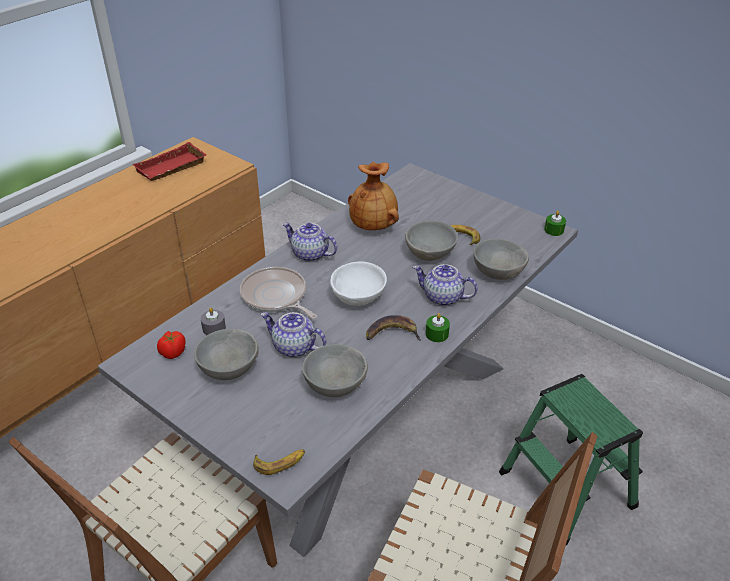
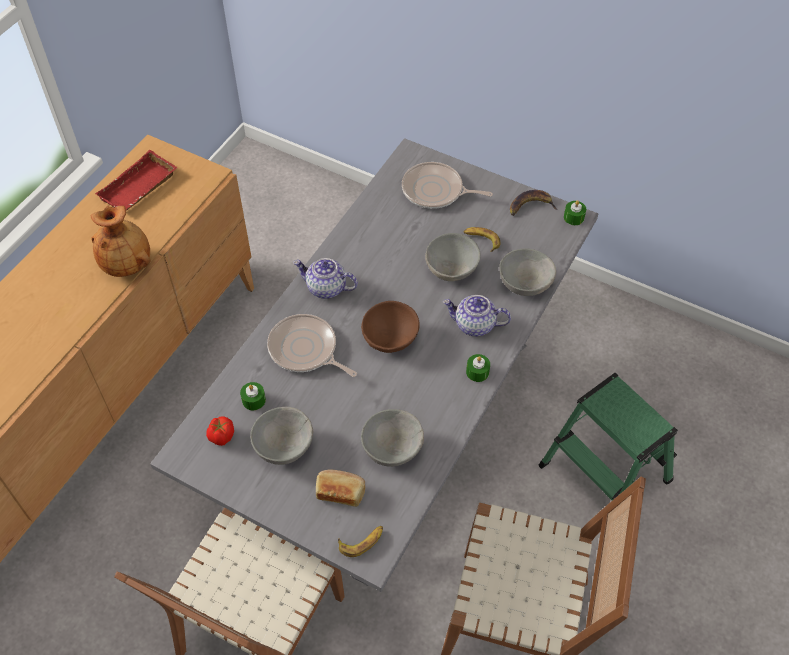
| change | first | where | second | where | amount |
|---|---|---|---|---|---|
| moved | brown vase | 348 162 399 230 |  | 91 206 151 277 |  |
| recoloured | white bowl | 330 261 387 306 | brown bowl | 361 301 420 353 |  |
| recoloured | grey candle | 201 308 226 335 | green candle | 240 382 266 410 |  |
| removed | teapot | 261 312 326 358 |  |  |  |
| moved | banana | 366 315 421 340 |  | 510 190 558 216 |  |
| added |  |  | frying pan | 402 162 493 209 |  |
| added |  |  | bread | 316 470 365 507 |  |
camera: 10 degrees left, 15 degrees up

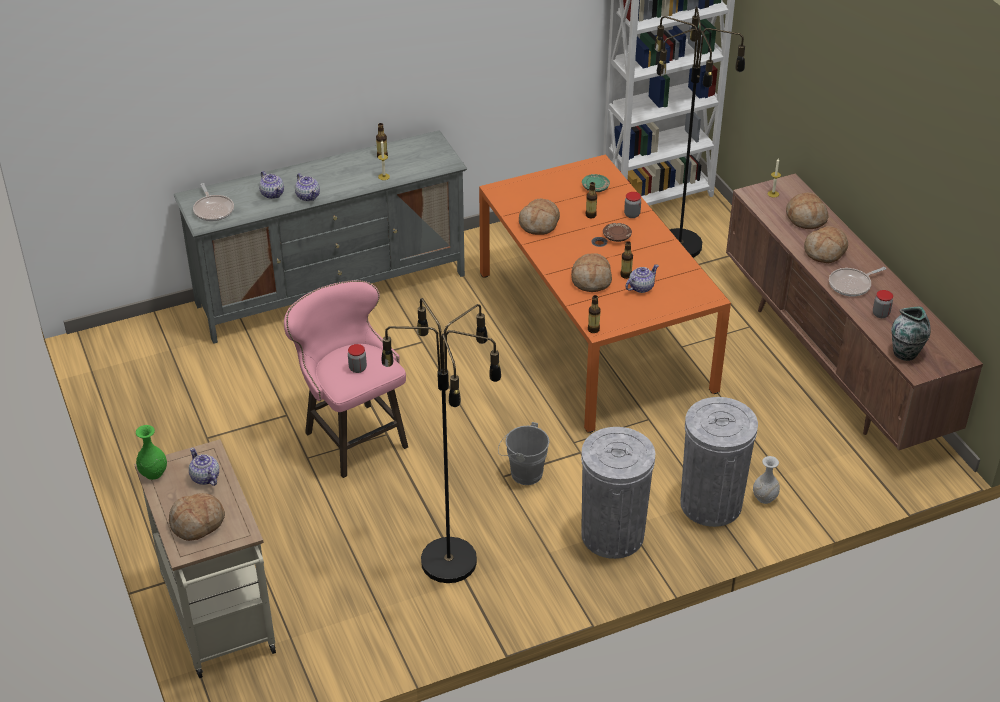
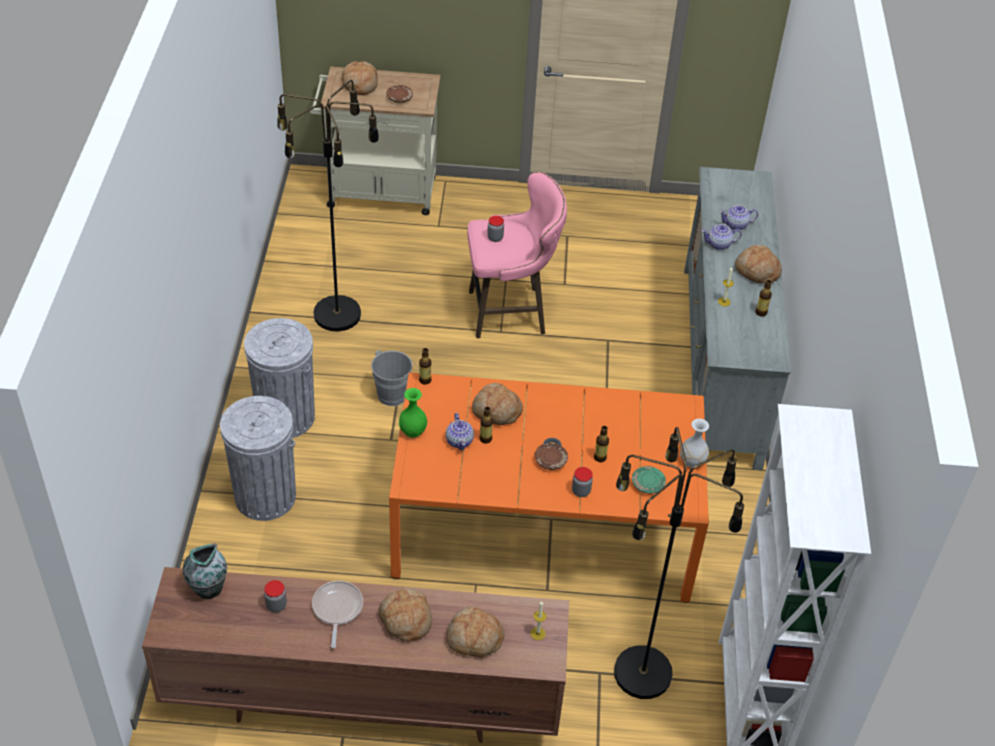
| change | first | where | second | where | amount |
|---|---|---|---|---|---|
| removed | frying pan | 193 183 234 222 |  |  |  |
| moved | bread | 519 198 560 235 |  | 735 245 782 284 |  |
| moved | green vase | 136 425 167 480 |  | 399 388 427 438 |  |
| replaced | teapot | 189 448 219 486 | brown plate | 386 85 413 103 |  |
| moved | white vase | 753 456 780 504 |  | 680 419 709 468 |  |
camera: 115 degrees right, 5 degrees up

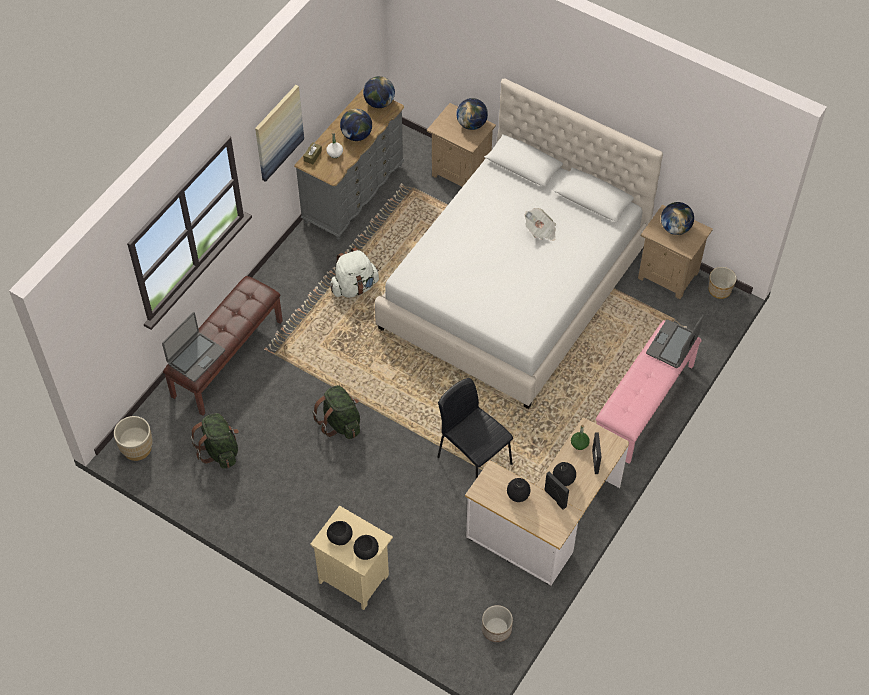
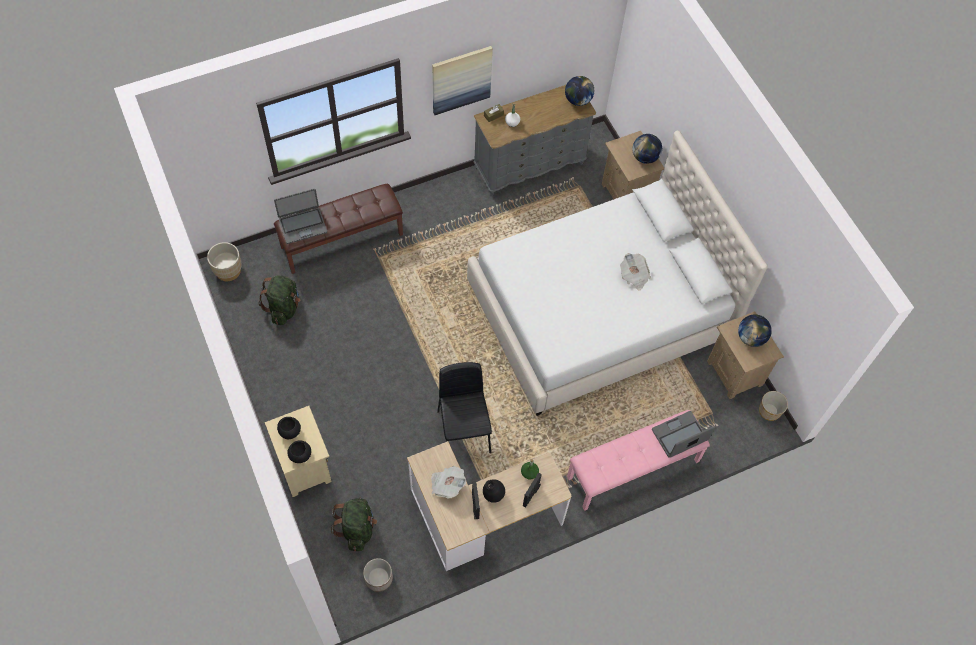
| change | first | where | second | where | amount |
|---|---|---|---|---|---|
| removed | globe | 340 109 372 141 |  |  |  |
| removed | white backpack | 330 247 379 298 |  |  |  |
| moved | green backpack | 312 385 360 439 |  | 331 498 377 552 |  |
| replaced | black vase | 507 478 531 502 | newspaper | 431 466 466 499 |  |
camera: 30 degrees right, 5 degrees up

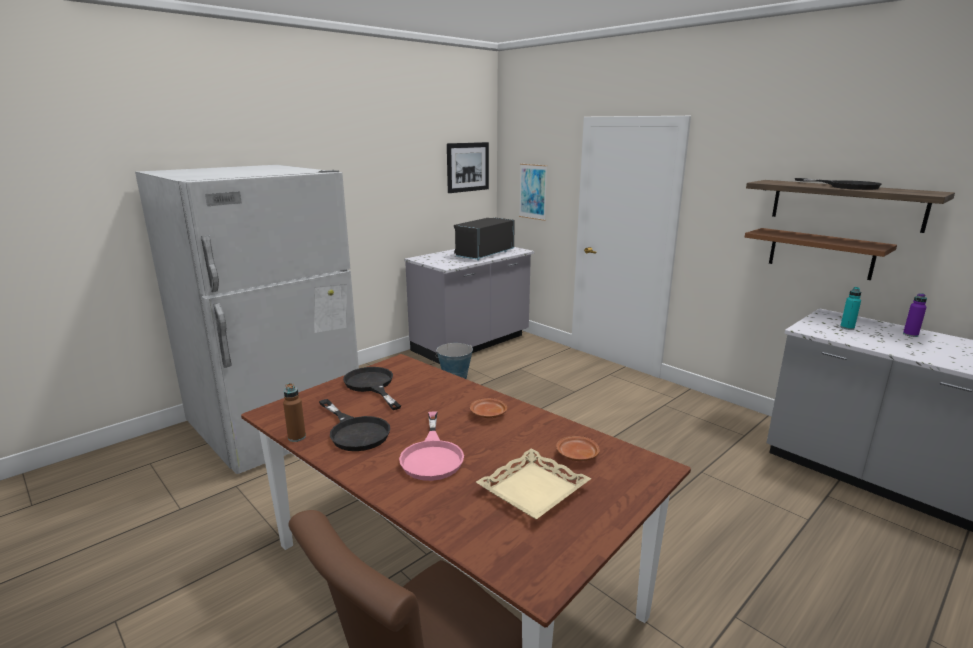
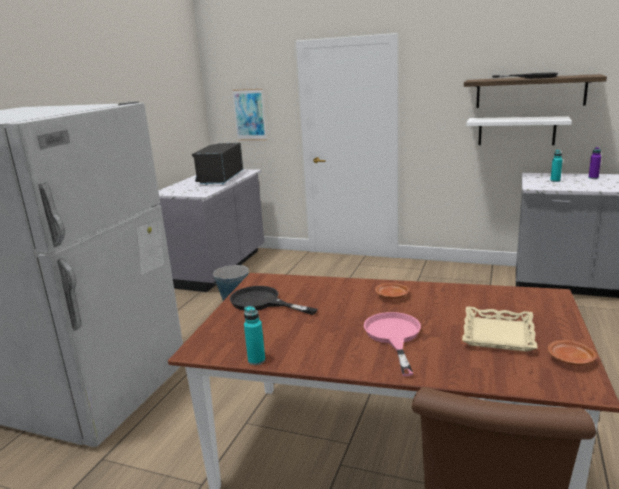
| change | first | where | second | where | amount |
|---|---|---|---|---|---|
| removed | picture | 447 142 489 193 |  |  |  |
| recoloured | brown shelf | 745 228 897 280 | white shelf | 466 116 572 145 |  |
| recoloured | brown bottle | 283 383 306 442 | turquoise bottle | 244 306 265 365 |  |
| removed | black frying pan | 319 399 390 451 |  |  |  |
| turned | pink frying pan | 399 411 464 481 |  | 364 312 421 376 | 150 degrees counterclockwise |
| moved | brown plate | 556 436 600 461 |  | 548 340 597 366 |  |
camera: 25 degrees left, 0 degrees up

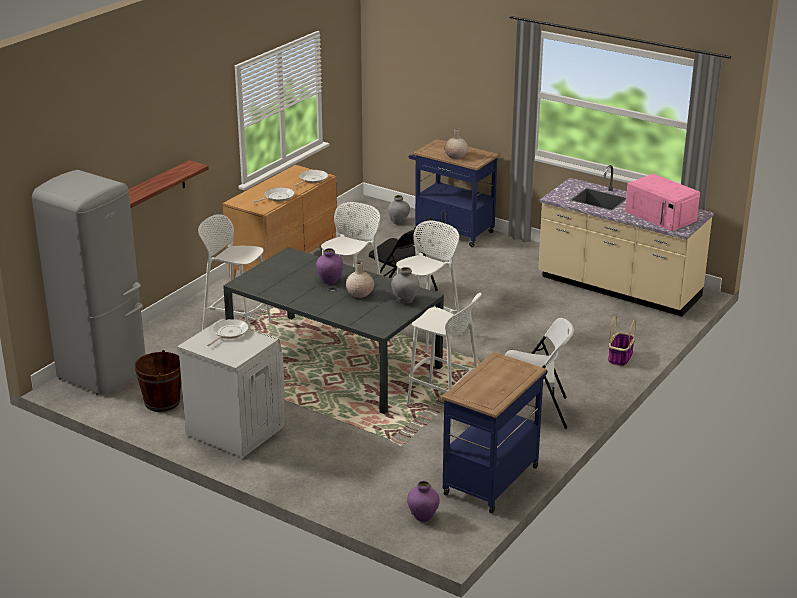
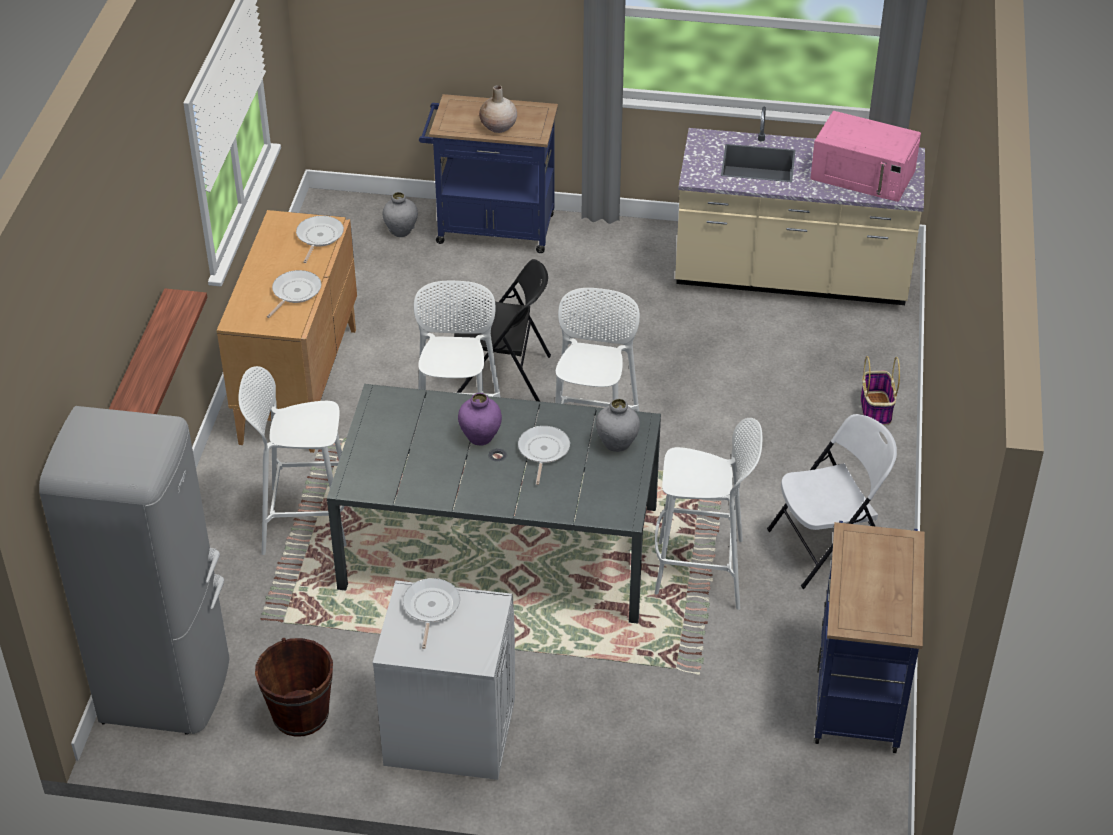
| change | first | where | second | where | amount |
|---|---|---|---|---|---|
| replaced | beige vase | 346 261 374 298 | frying pan | 518 426 570 485 |  |
| removed | purple vase | 407 481 440 522 |  |  |  |
camera: 25 degrees left, 15 degrees up

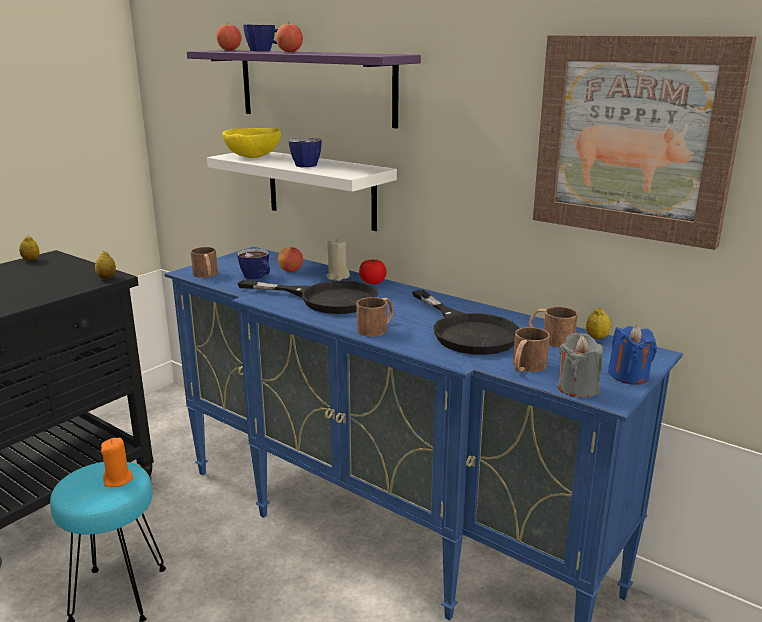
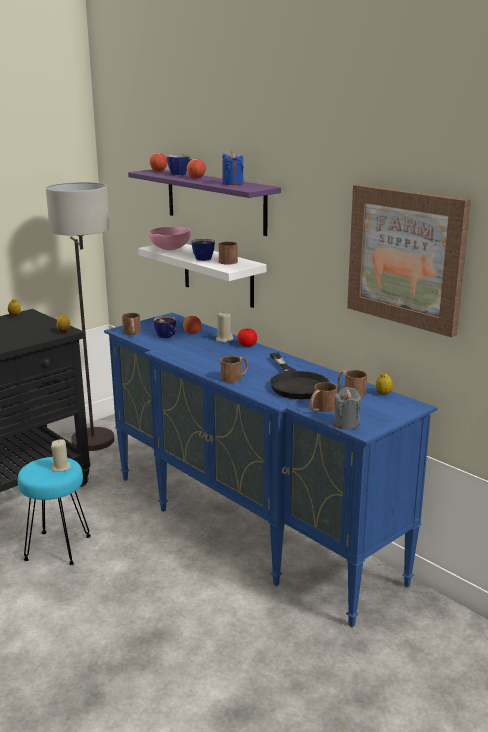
| change | first | where | second | where | amount |
|---|---|---|---|---|---|
| recoloured | yellow bowl | 222 128 281 158 | pink bowl | 149 227 191 250 |  |
| removed | black frying pan | 238 280 378 314 |  |  |  |
| moved | blue candle | 608 325 657 385 |  | 222 151 244 185 |  |
| recoloured | orange candle | 101 438 133 487 | beige candle | 51 439 71 472 |  |
| added |  |  | grey floor lamp | 46 182 114 451 |  |
| added |  |  | brown mug | 219 241 238 265 |  |
camera: 10 degrees right, 0 degrees up

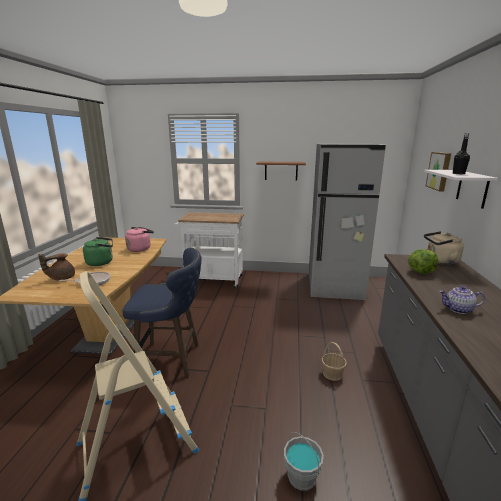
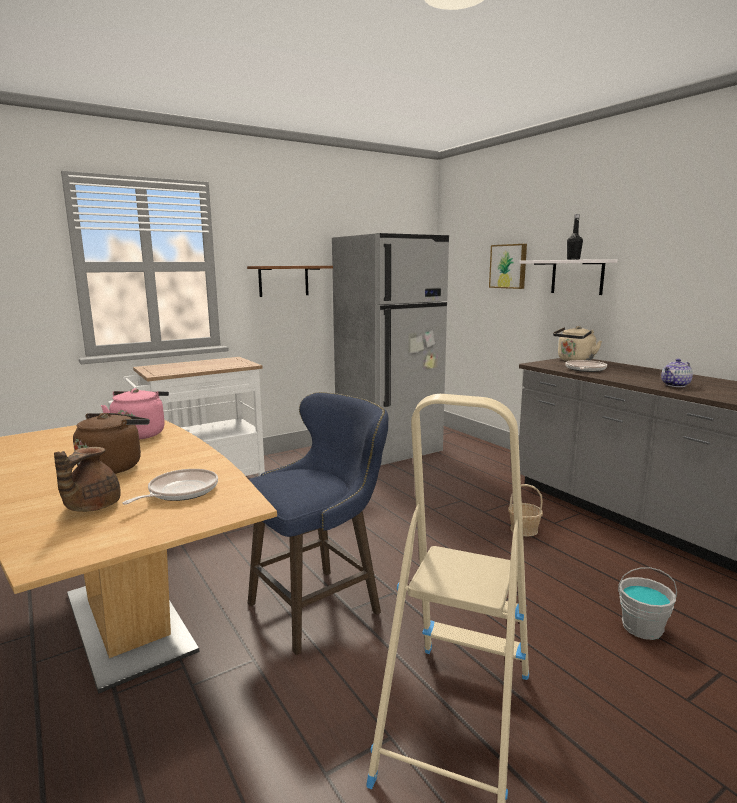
| change | first | where | second | where | amount |
|---|---|---|---|---|---|
| recoloured | green kettle | 83 237 113 266 | brown kettle | 73 413 150 474 |  |
| replaced | lettuce | 408 249 439 274 | frying pan | 565 360 607 372 |  |
camera: 40 degrees left, 5 degrees down

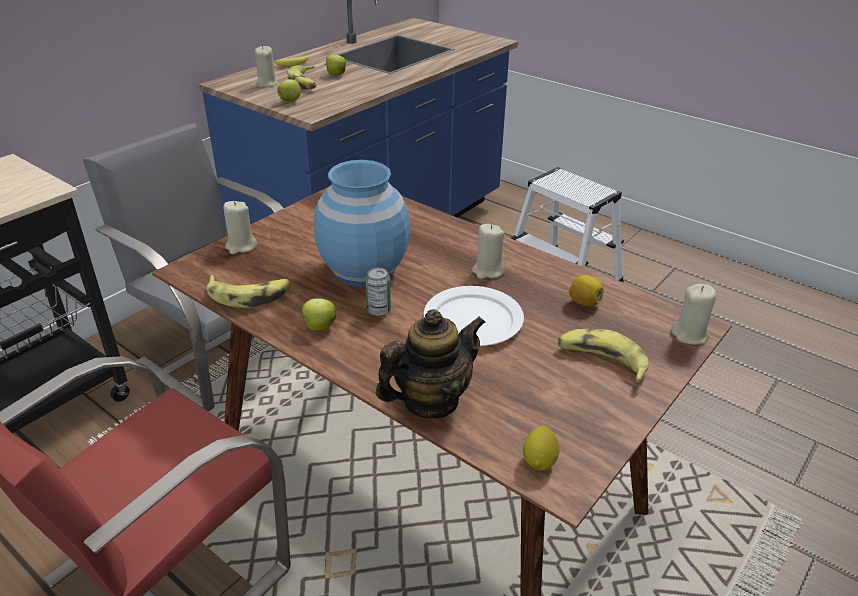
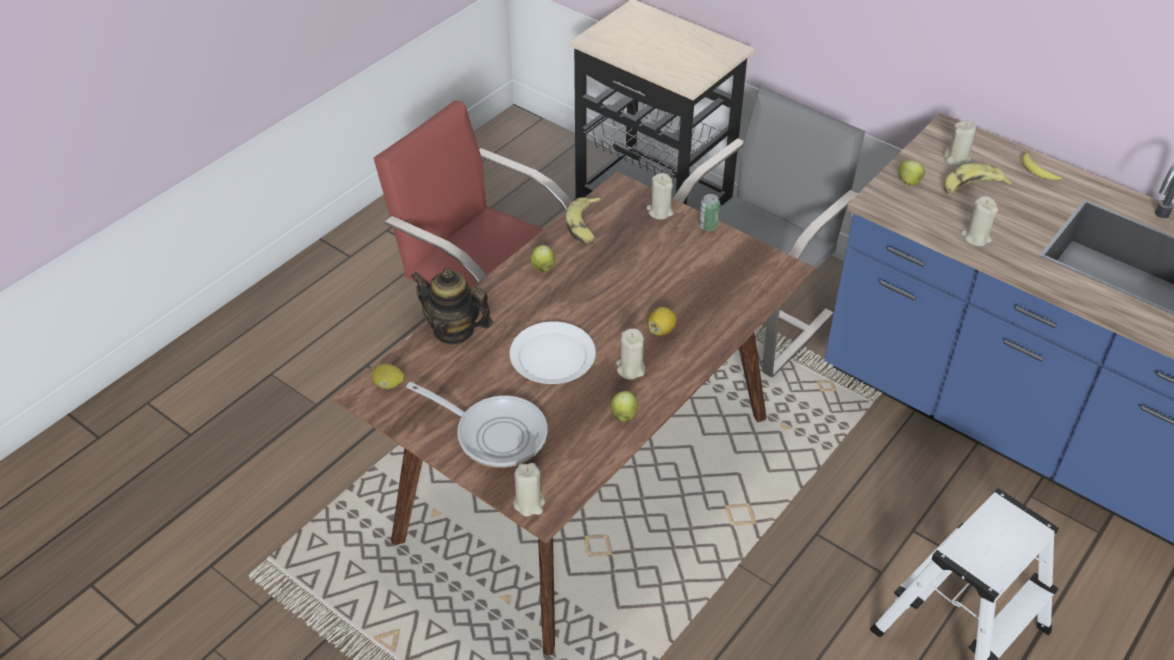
| change | first | where | second | where | amount |
|---|---|---|---|---|---|
| moved | apple | 324 54 346 75 |  | 610 391 638 422 |  |
| removed | blue vase | 314 160 411 287 |  |  |  |
| moved | can | 366 268 391 316 |  | 699 194 720 231 |  |
| moved | lemon | 569 275 604 306 |  | 647 307 677 336 |  |
| turned | teapot | 376 309 486 418 |  | 411 268 493 345 | 150 degrees clockwise |
| replaced | banana | 558 329 649 383 | frying pan | 406 382 548 468 |  |
| added |  |  | beige candle | 961 196 998 246 |  |
camera: 90 degrees right, 10 degrees up

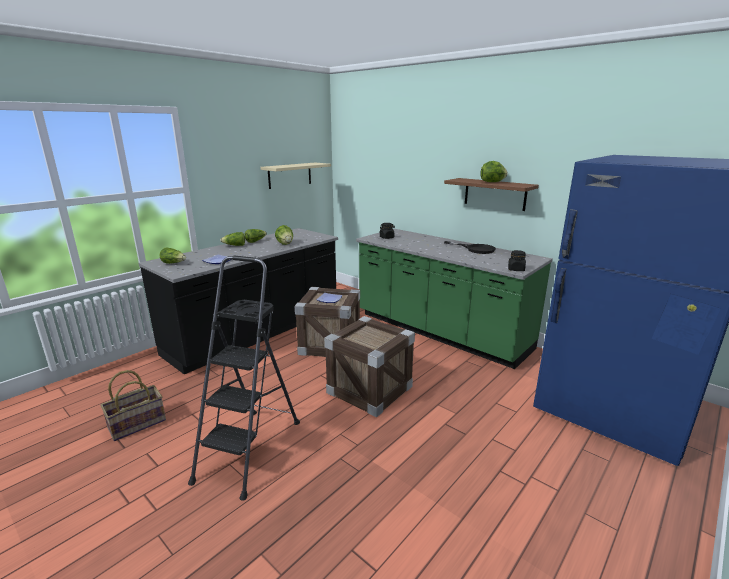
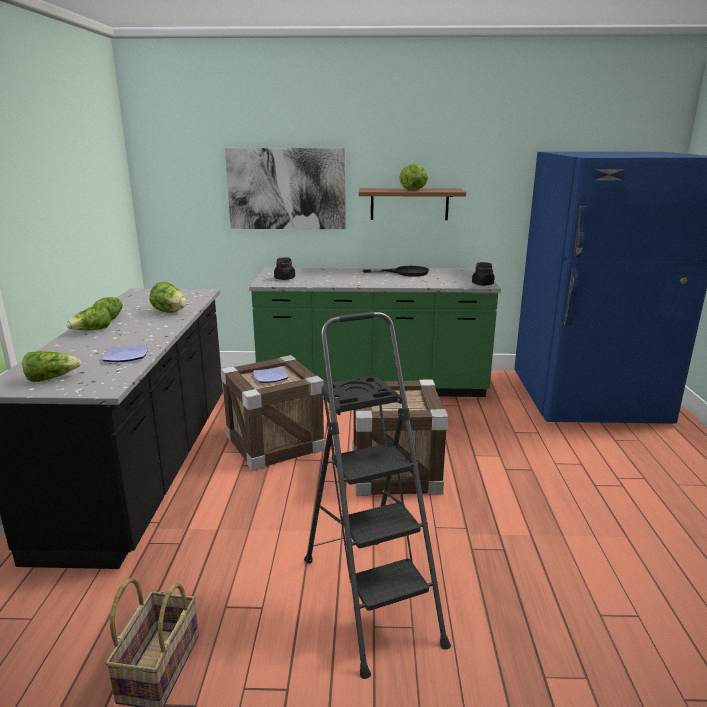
| change | first | where | second | where | amount |
|---|---|---|---|---|---|
| removed | beige shelf | 260 163 331 189 |  |  |  |
| added |  |  | picture | 225 148 346 229 |  |
camera: 40 degrees left, 0 degrees up

